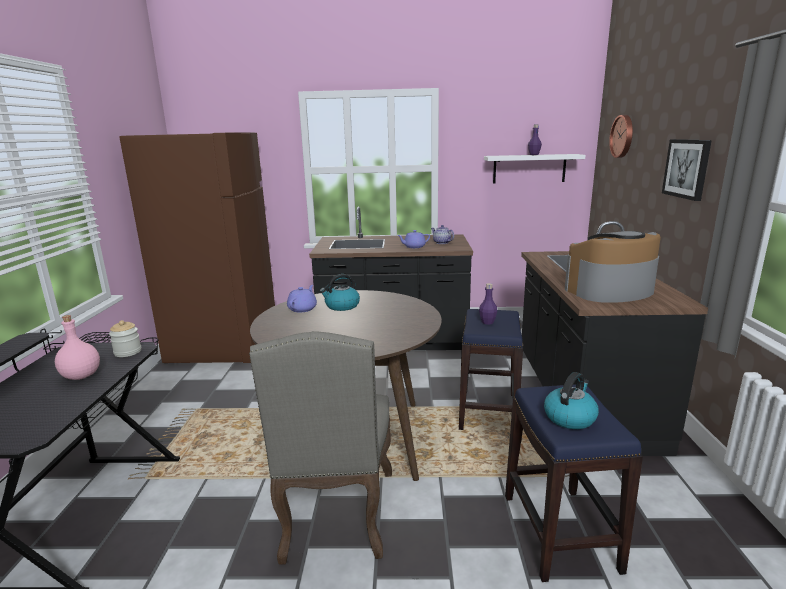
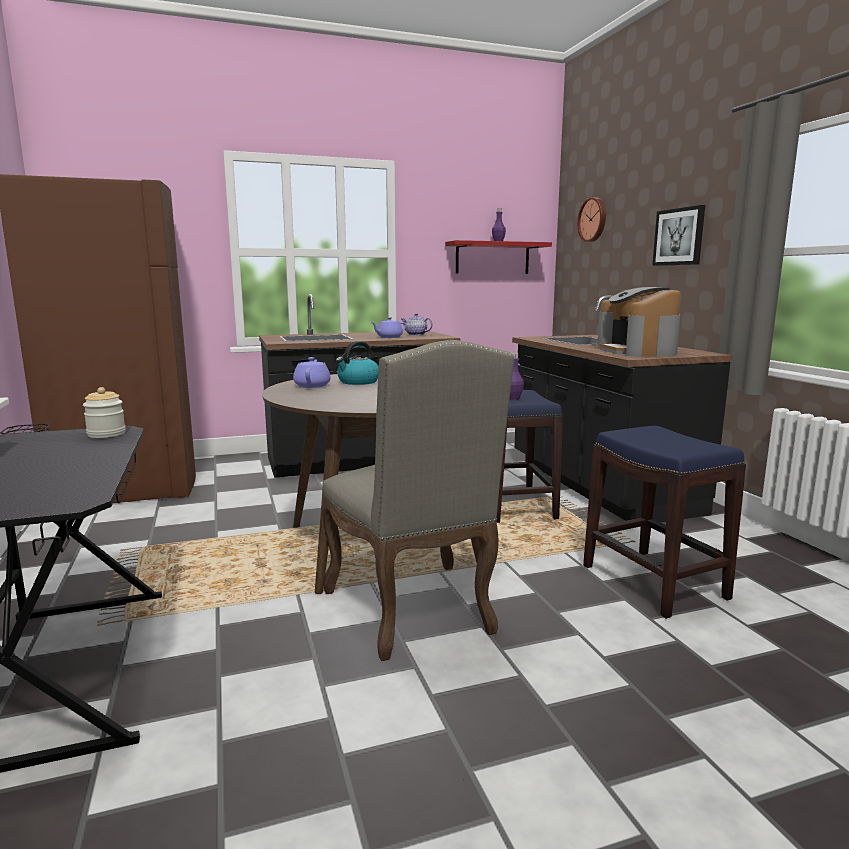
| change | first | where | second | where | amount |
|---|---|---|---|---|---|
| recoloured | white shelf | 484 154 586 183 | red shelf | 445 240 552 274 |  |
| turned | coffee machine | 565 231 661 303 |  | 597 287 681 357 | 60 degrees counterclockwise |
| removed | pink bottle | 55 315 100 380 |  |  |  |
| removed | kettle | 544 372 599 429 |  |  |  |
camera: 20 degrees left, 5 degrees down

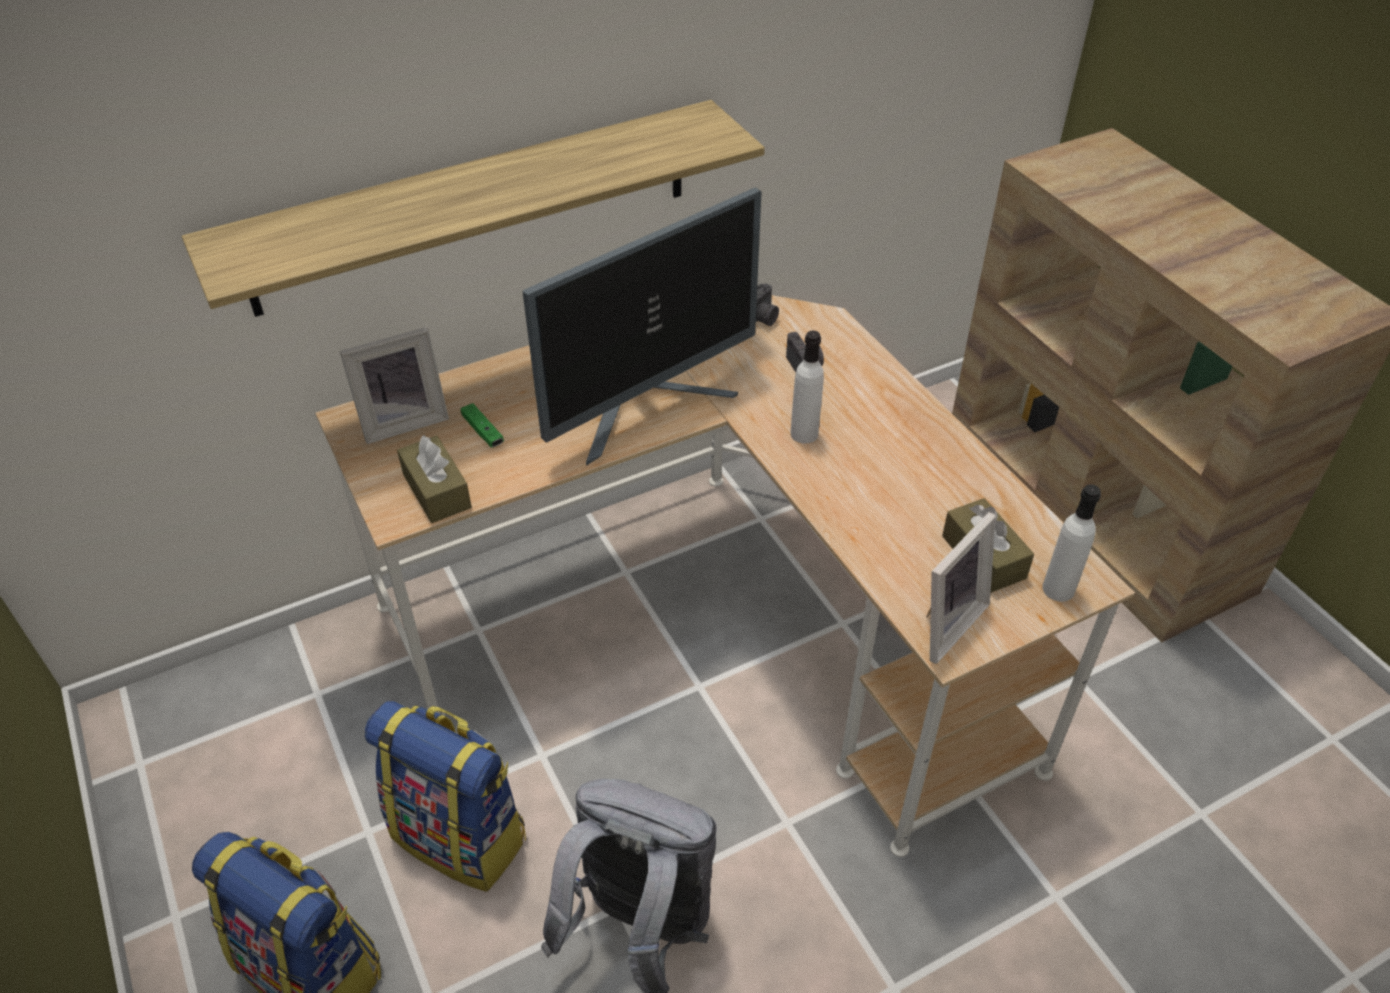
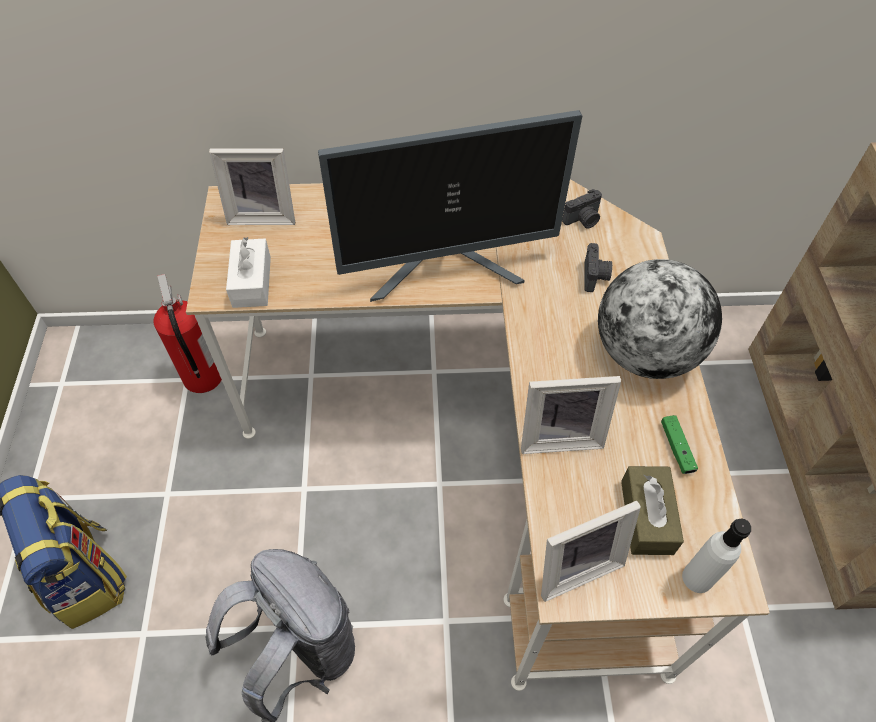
| change | first | where | second | where | amount |
|---|---|---|---|---|---|
| removed | shelf | 182 100 765 317 |  |  |  |
| removed | white bottle | 791 331 824 444 |  |  |  |
| moved | green game controller | 461 403 504 447 |  | 661 415 698 474 |  |
| recoloured | brown tissue box | 397 435 472 523 | white tissue box | 226 237 271 308 |  |
| removed | backpack | 365 701 526 892 |  |  |  |
| added |  |  | globe | 598 259 722 379 |  |
| added |  |  | fire extinguisher | 153 274 222 393 |  |
| added |  |  | picture frame | 521 376 621 454 |  |
camera: 25 degrees right, 10 degrees up

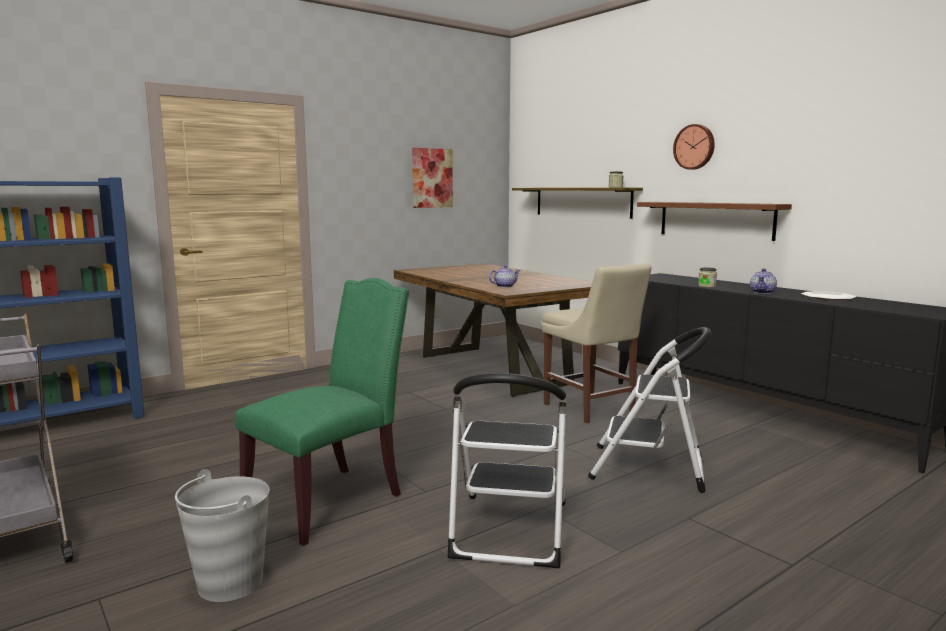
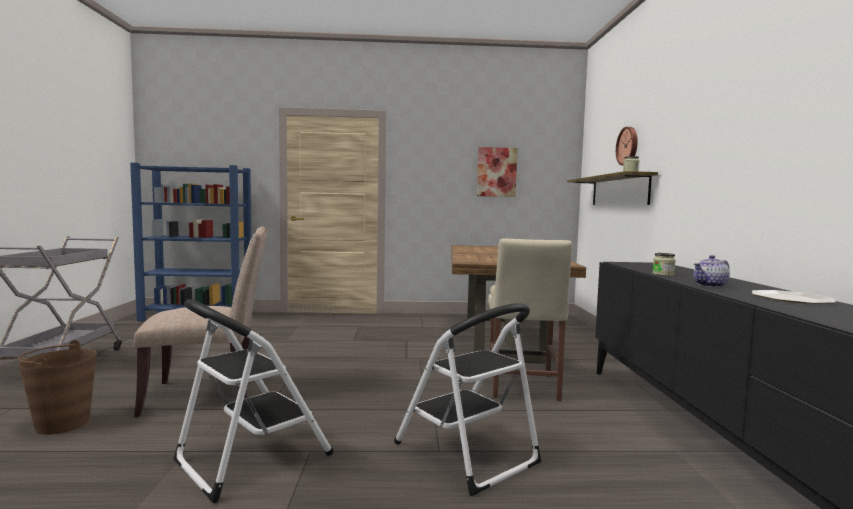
| change | first | where | second | where | amount |
|---|---|---|---|---|---|
| moved | wall clock | 673 124 715 170 |  | 616 127 638 165 |  |
| removed | brown shelf | 637 202 792 241 |  |  |  |
| removed | teapot | 489 265 520 288 |  |  |  |
| recoloured | green chair | 235 278 409 546 | beige chair | 134 227 268 417 |  |
| recoloured | grey bucket | 175 469 269 602 | brown bucket | 18 340 97 435 |  |
camera: 35 degrees right, 5 degrees down

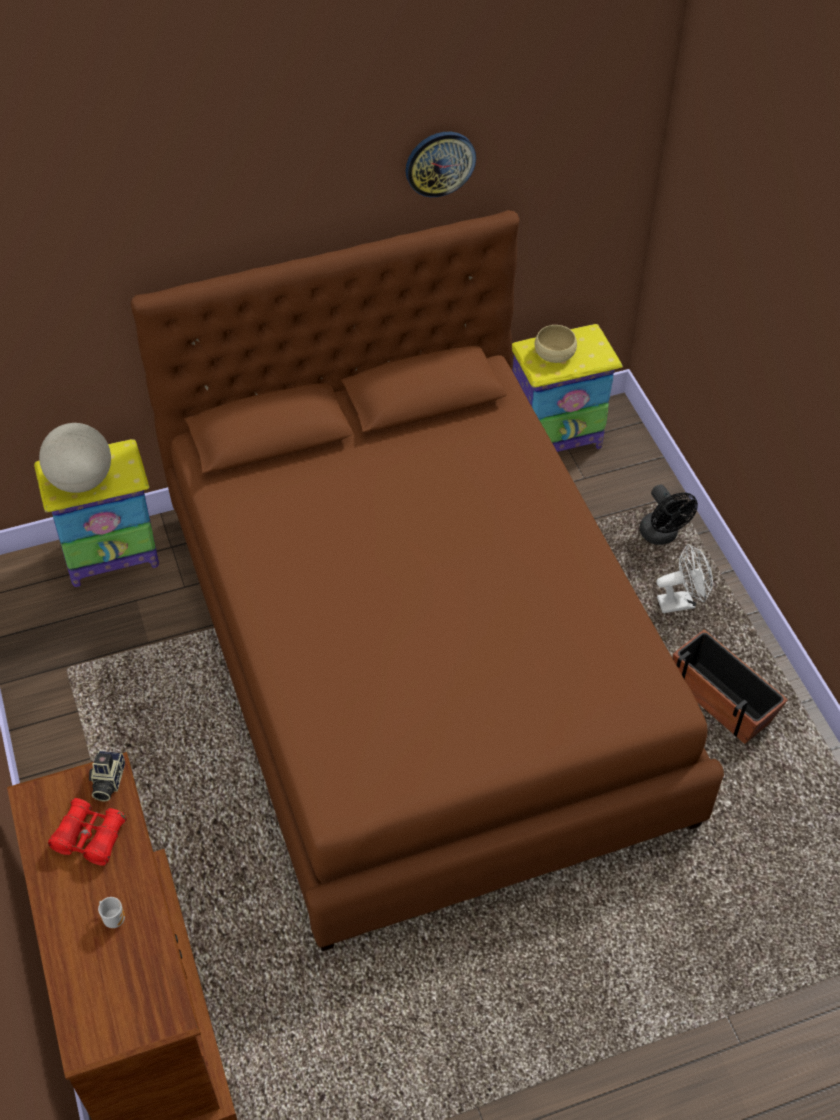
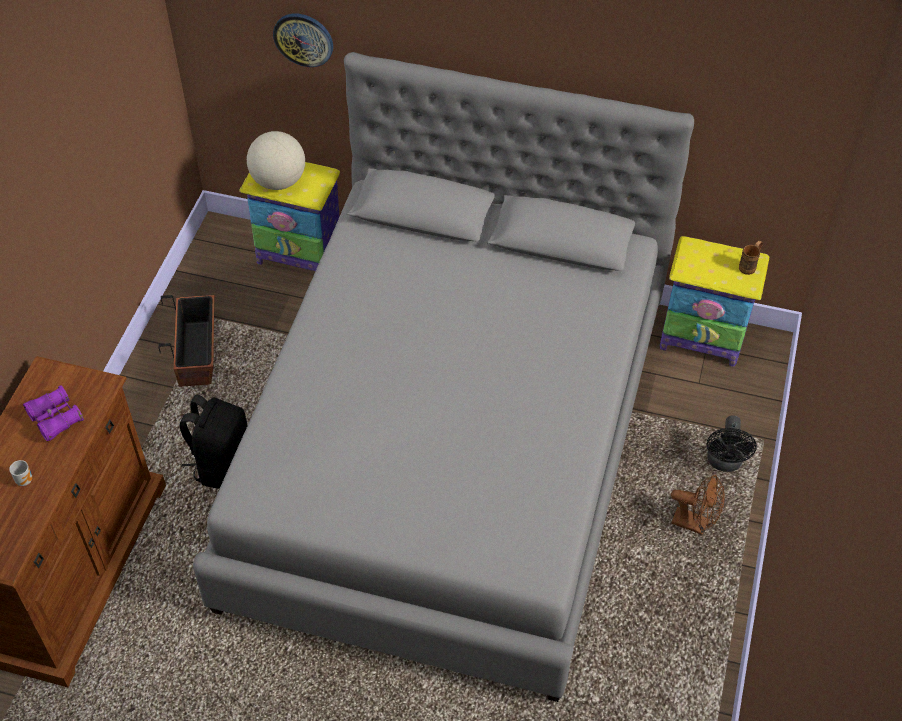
| change | first | where | second | where | amount |
|---|---|---|---|---|---|
| moved | wall clock | 406 132 476 197 |  | 273 14 333 67 |  |
| recoloured | brown bed | 131 210 724 951 | grey bed | 193 52 694 702 |  |
| removed | beige bowl | 535 325 577 363 |  |  |  |
| recoloured | white fan | 656 544 713 613 | brown fan | 671 475 725 535 |  |
| moved | planter | 673 630 788 744 |  | 158 295 214 387 |  |
| removed | photo camera | 89 751 125 801 |  |  |  |
| recoloured | red binoculars | 48 798 127 866 | purple binoculars | 23 385 84 442 |  |
| added |  |  | brown mug | 739 241 763 275 |  |
| added |  |  | black backpack | 180 395 248 489 |  |
camera: 35 degrees right, 0 degrees up

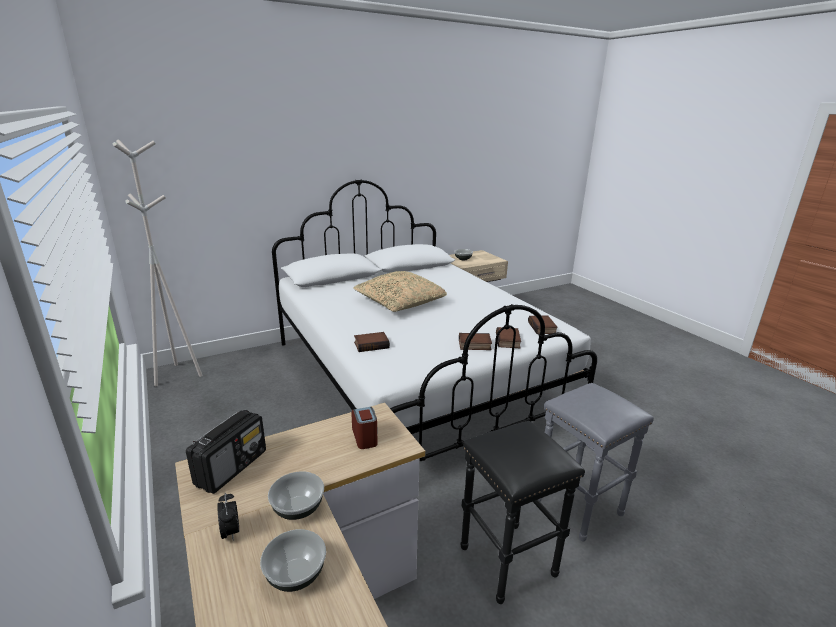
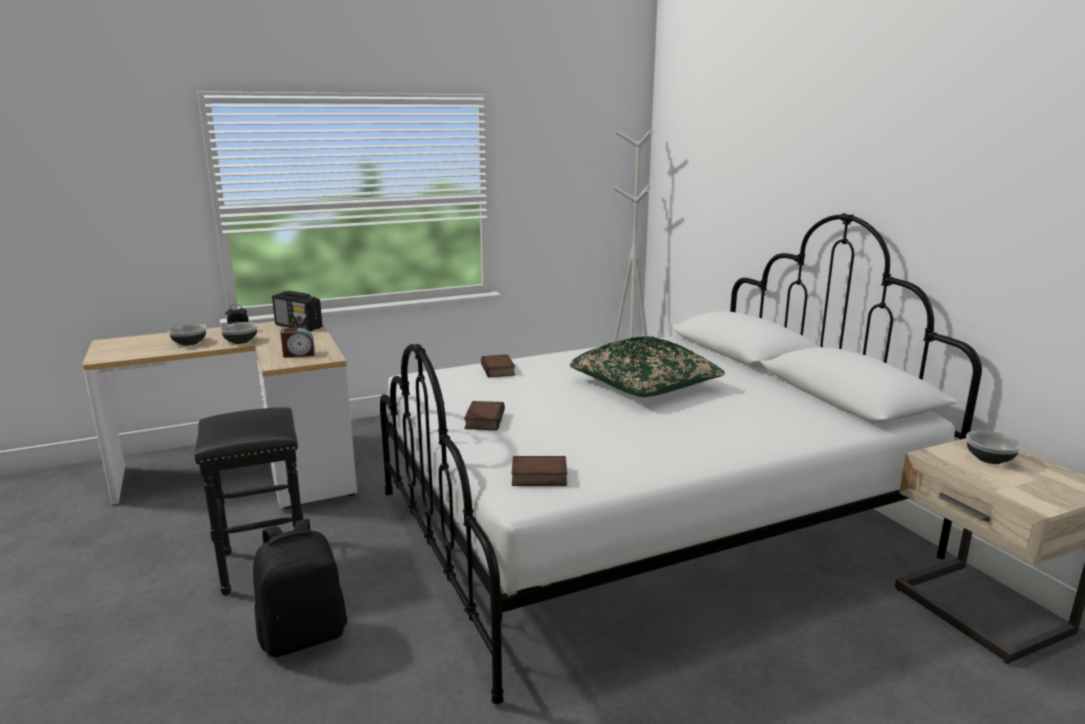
| change | first | where | second | where | amount |
|---|---|---|---|---|---|
| recoloured | beige pillow | 353 271 447 312 | green pillow | 570 336 725 397 |  |
| removed | book | 496 327 521 348 |  |  |  |
| replaced | grey stool | 538 383 654 542 | black backpack | 253 519 347 657 |  |
camera: 95 degrees right, 5 degrees down

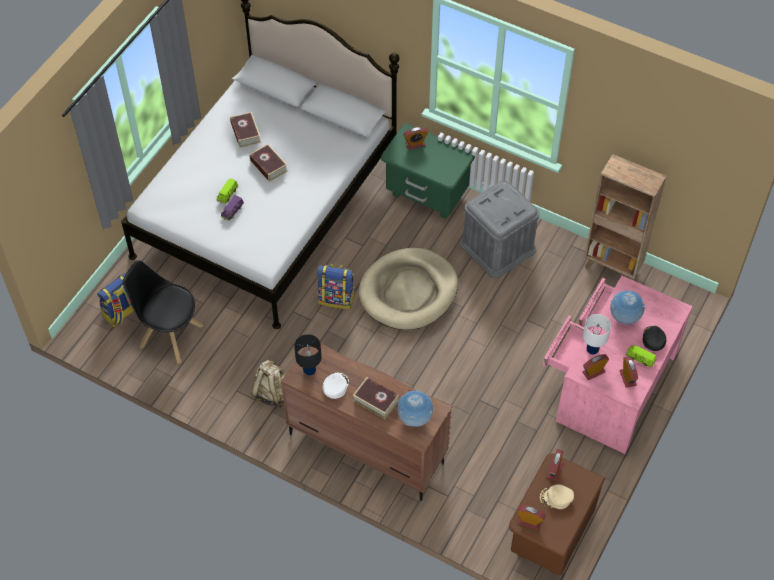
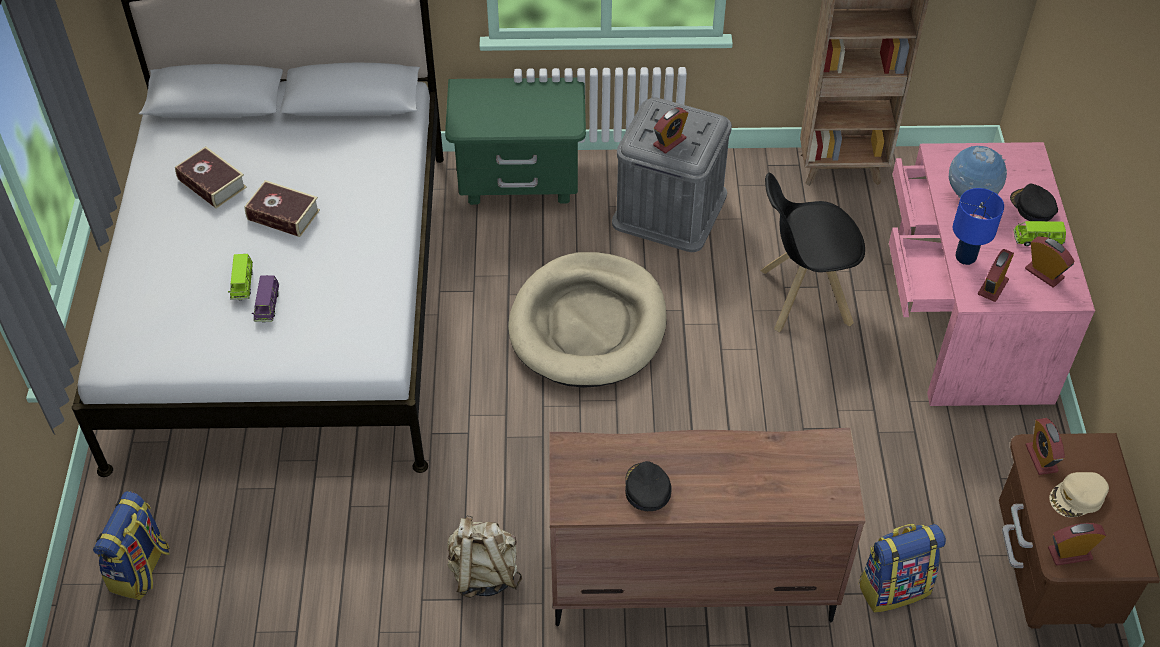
| change | first | where | second | where | amount |
|---|---|---|---|---|---|
| moved | alarm clock | 404 127 428 150 |  | 653 107 688 154 |  |
| moved | black chair | 123 260 204 364 |  | 760 173 865 332 |  |
| moved | backpack | 317 264 355 309 |  | 858 524 946 613 |  |
| recoloured | white table lamp | 583 314 611 354 | blue table lamp | 953 188 1004 265 |  |
| removed | black table lamp | 294 334 321 375 |  |  |  |
| recoloured | white cap | 323 373 349 399 | black cap | 625 461 672 511 |  |
| removed | book | 353 377 399 419 |  |  |  |
| removed | globe | 397 390 434 427 |  |  |  |
camera: 30 degrees left, 5 degrees down

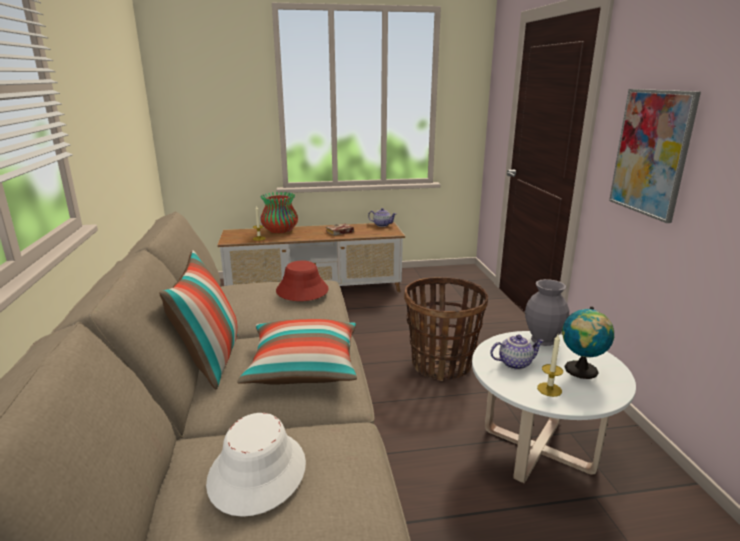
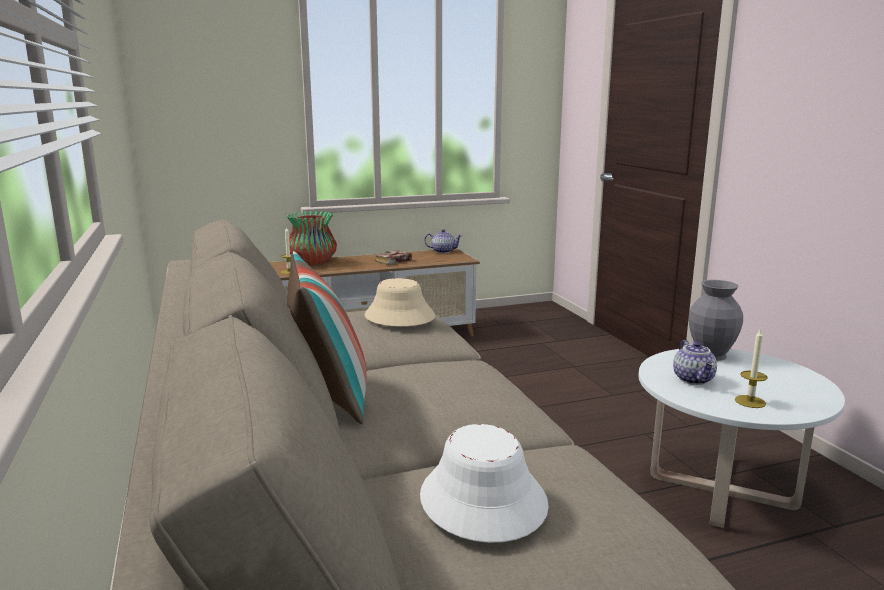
| change | first | where | second | where | amount |
|---|---|---|---|---|---|
| removed | picture | 609 89 701 223 |  |  |  |
| recoloured | red hat | 276 261 329 301 | beige hat | 364 278 435 327 |  |
| removed | basket | 404 277 488 381 |  |  |  |
| removed | globe | 562 307 614 379 |  |  |  |
| removed | pillow | 237 319 357 384 |  |  |  |
| turned | teapot | 490 334 544 370 |  | 673 340 717 385 | 105 degrees clockwise |
camera: 10 degrees left, 5 degrees down

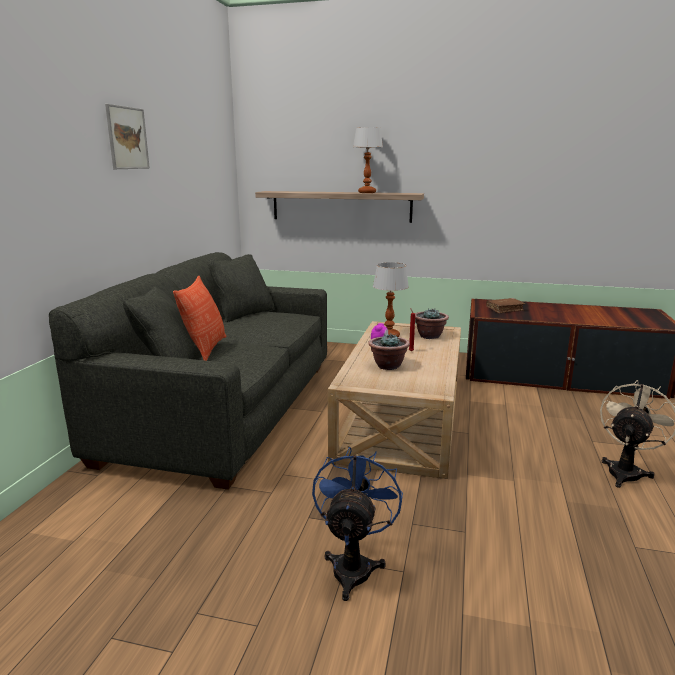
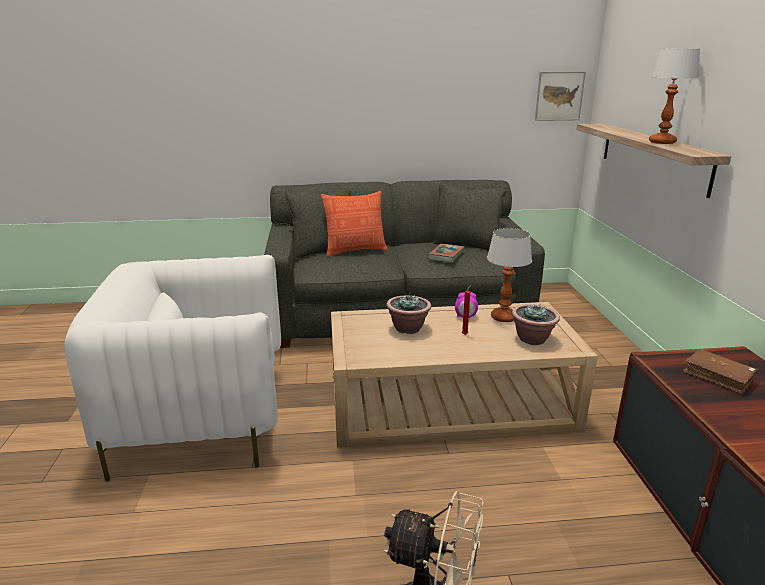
| change | first | where | second | where | amount |
|---|---|---|---|---|---|
| moved | picture | 105 104 150 169 |  | 535 71 586 121 |  |
| replaced | blue fan | 312 447 403 601 | white armchair | 64 255 281 482 |  |
| added |  |  | book | 427 244 464 263 |  |
camera: 70 degrees right, 5 degrees up

